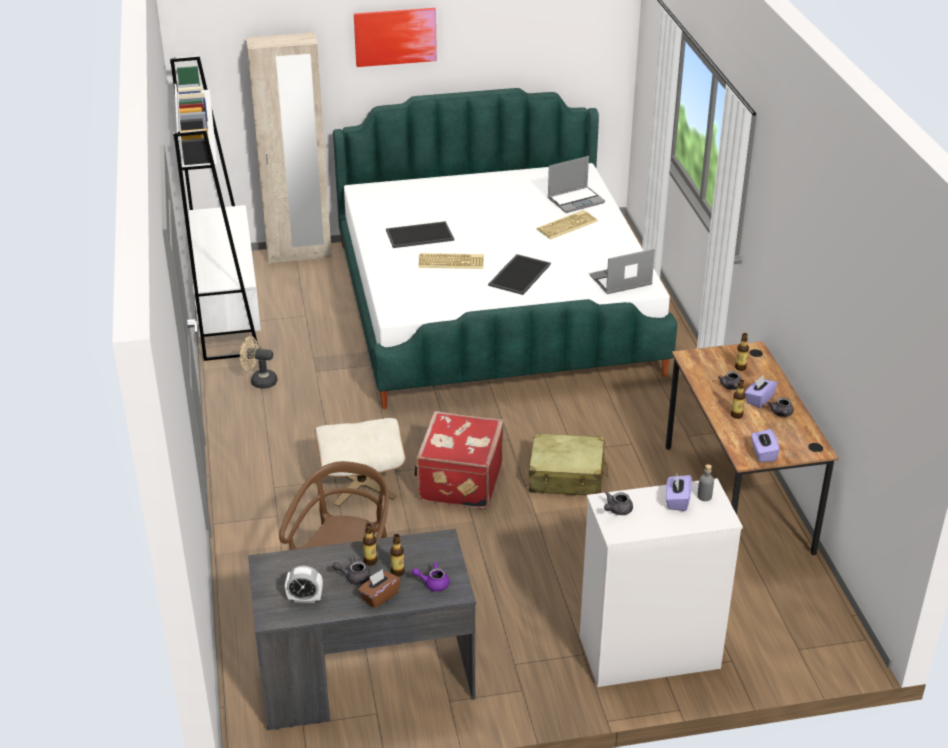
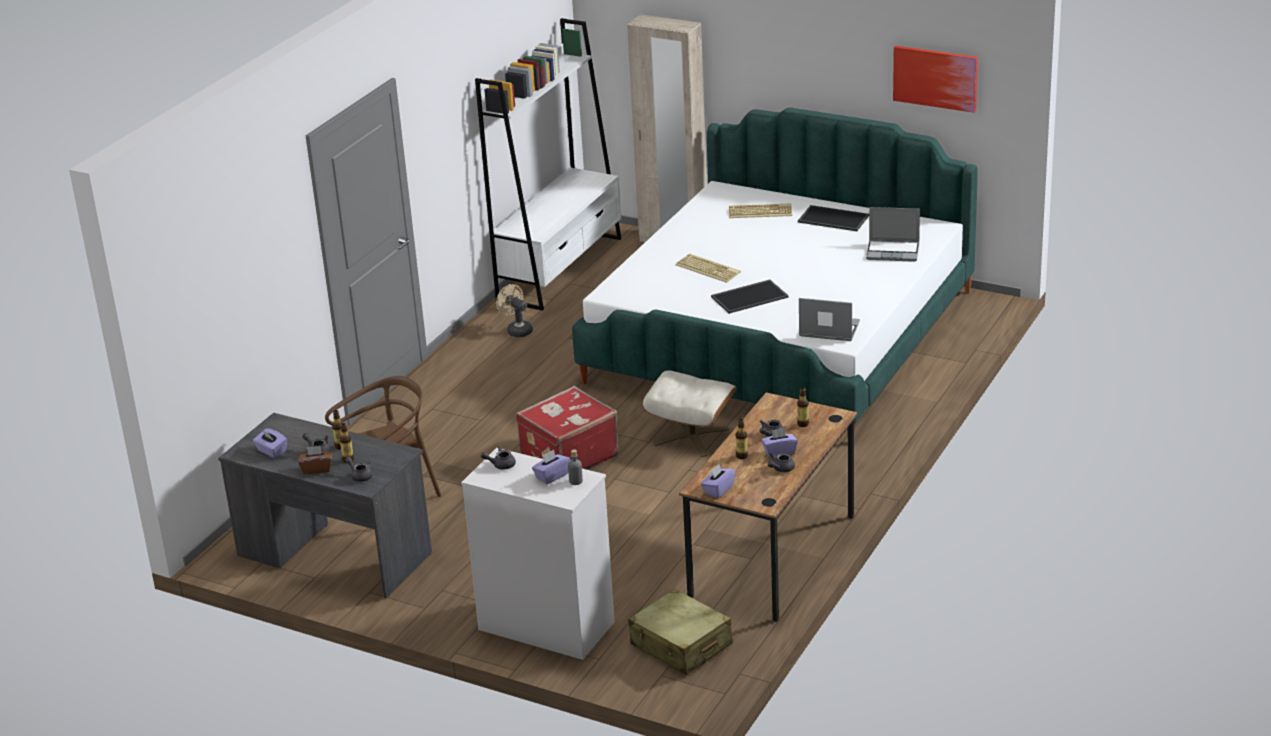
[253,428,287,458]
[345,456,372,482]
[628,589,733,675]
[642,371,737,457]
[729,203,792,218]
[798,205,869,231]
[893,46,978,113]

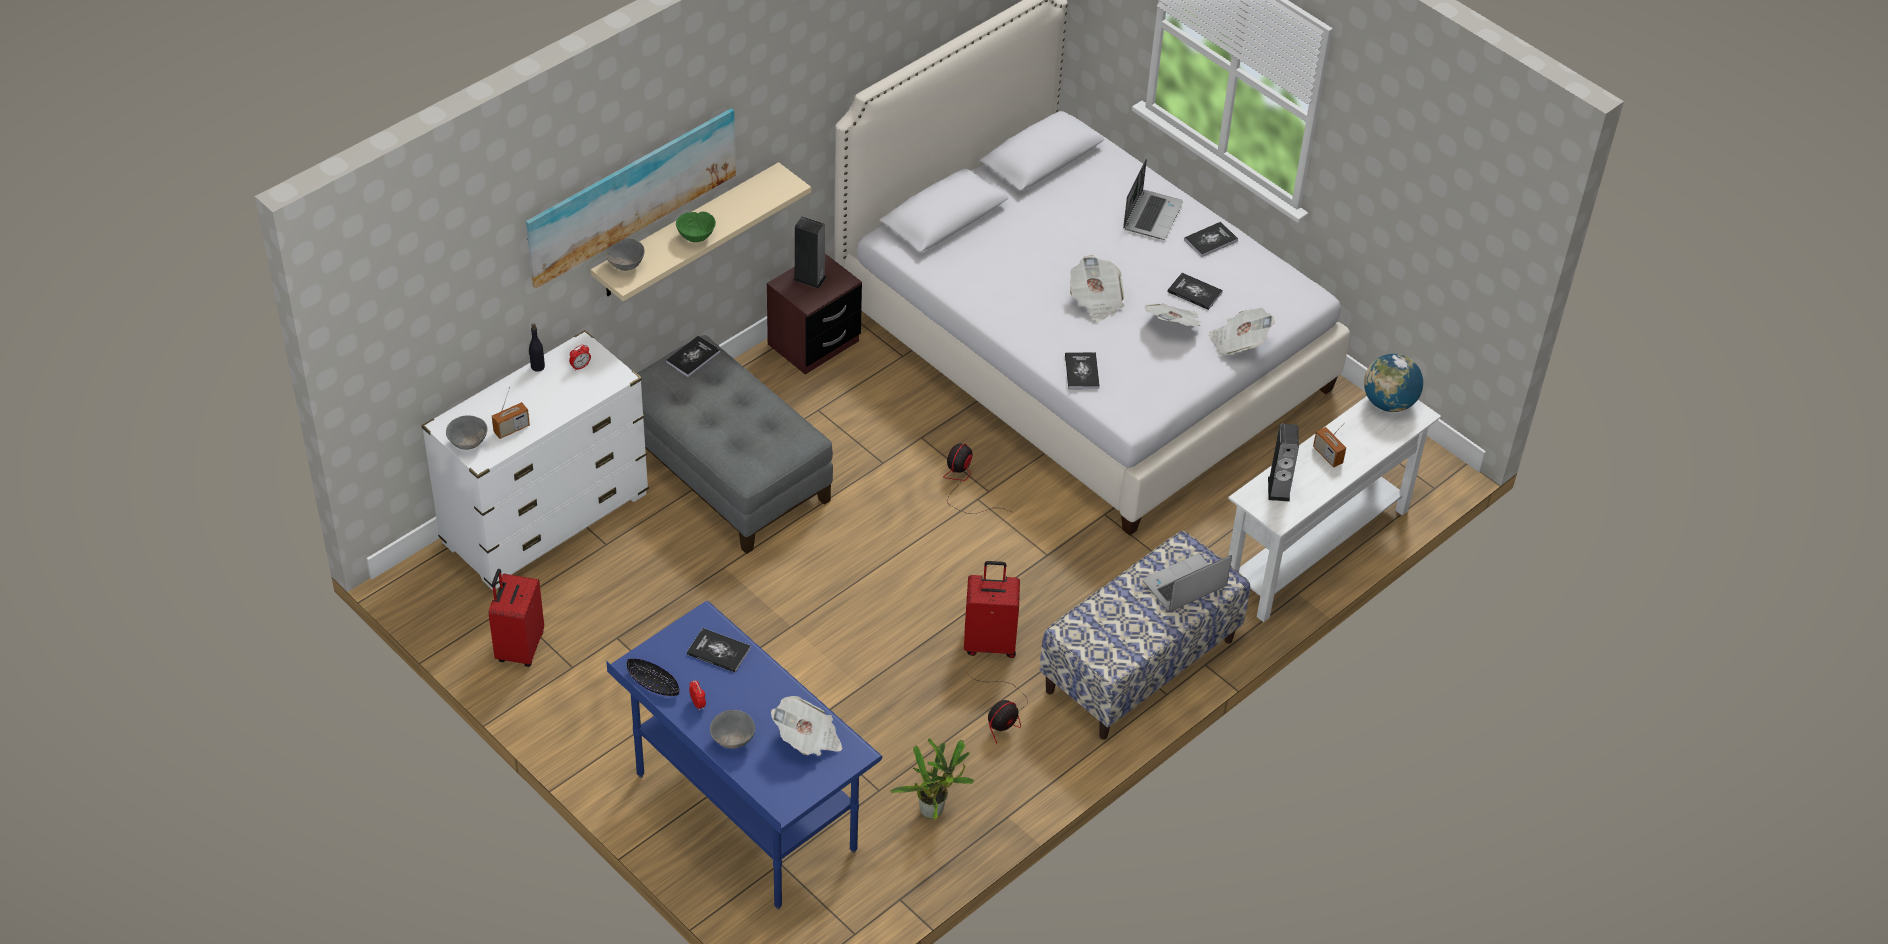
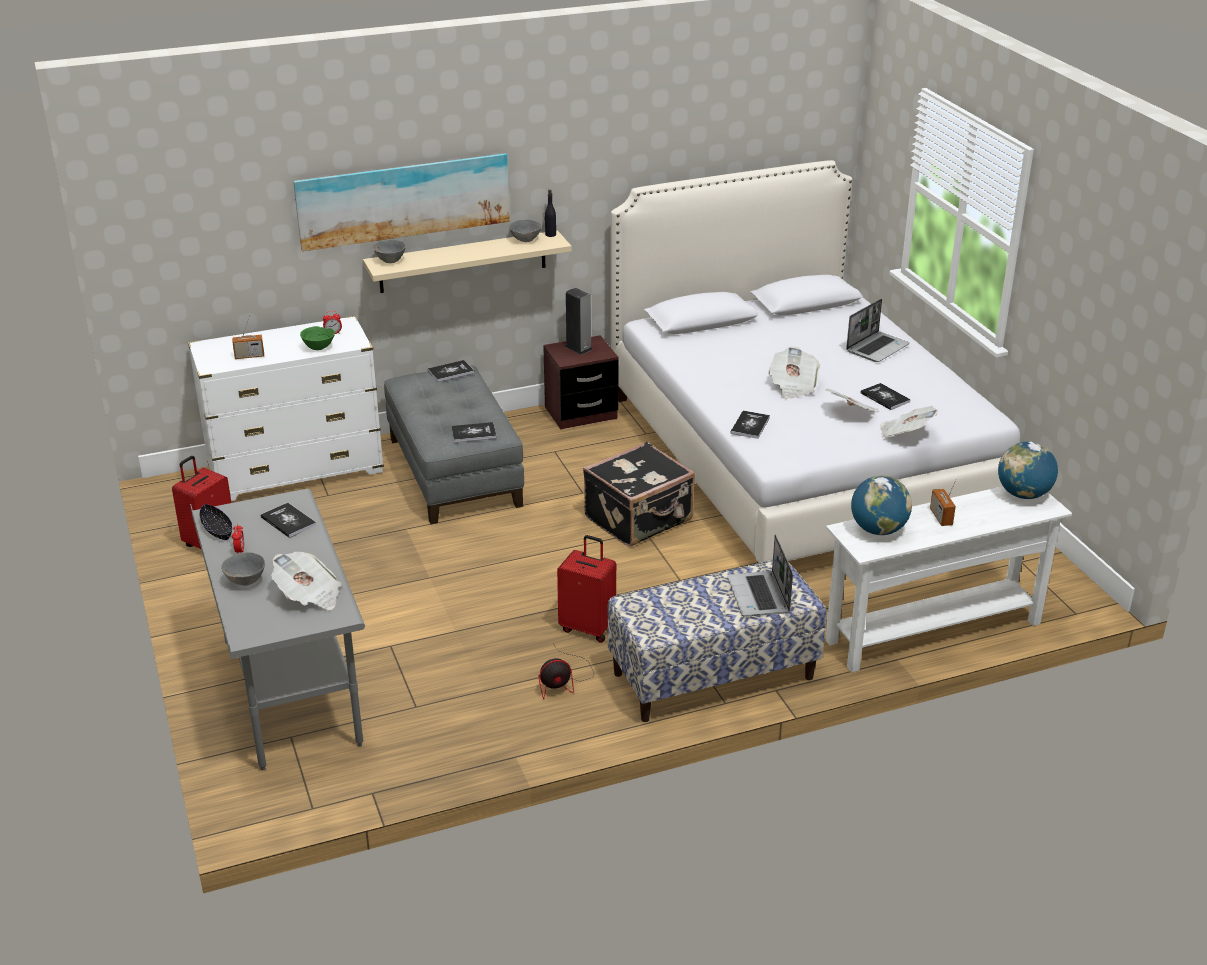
[190,489,365,770]
[300,326,335,350]
[451,422,497,443]
[509,220,542,242]
[544,189,556,237]
[583,442,695,547]
[727,534,793,616]
[851,475,912,535]
[890,738,974,820] (first image)

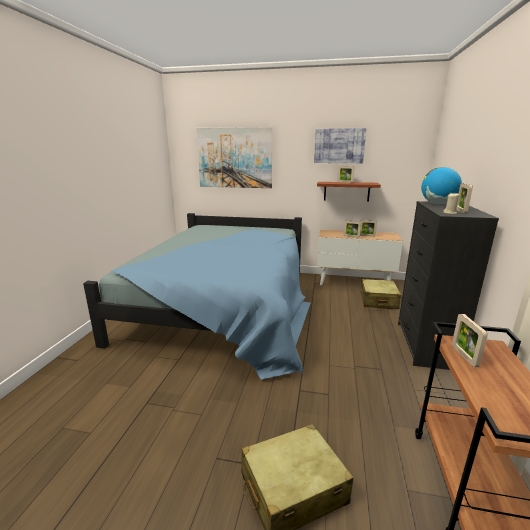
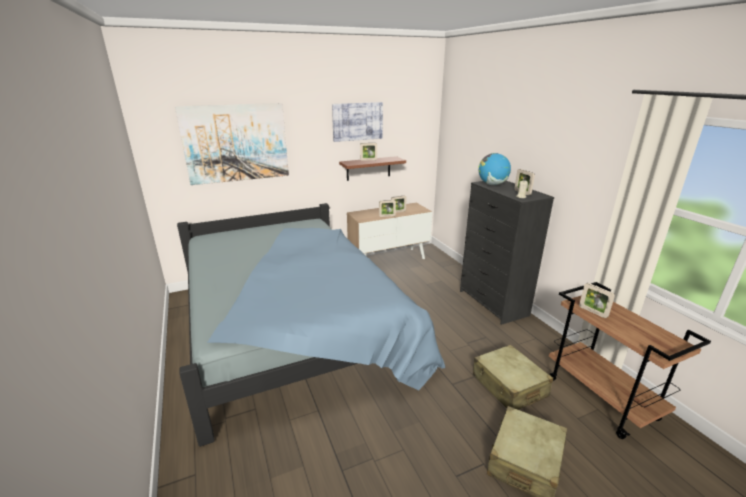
[473,345,553,410]

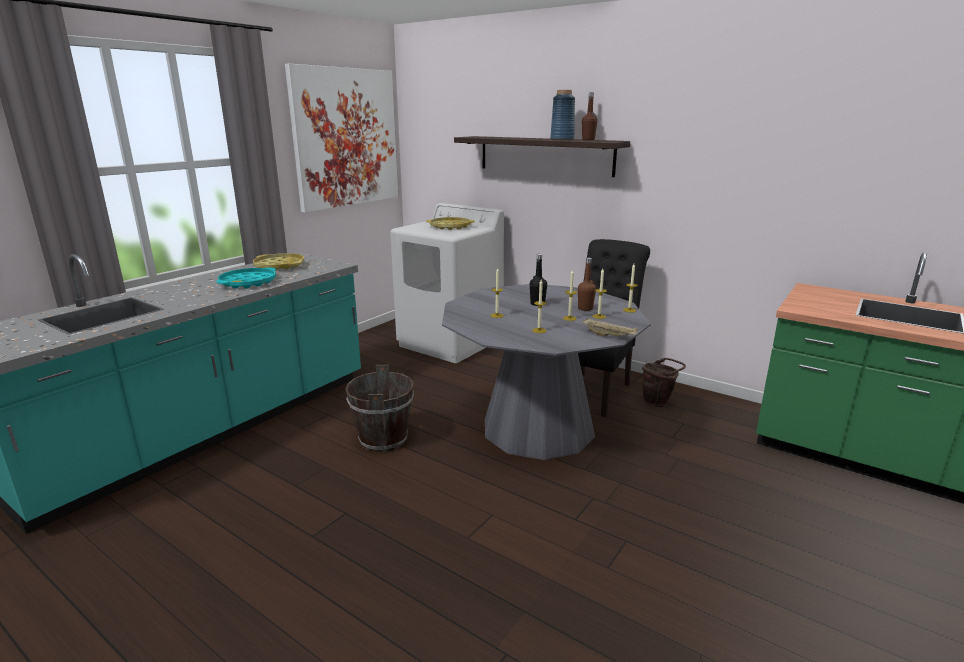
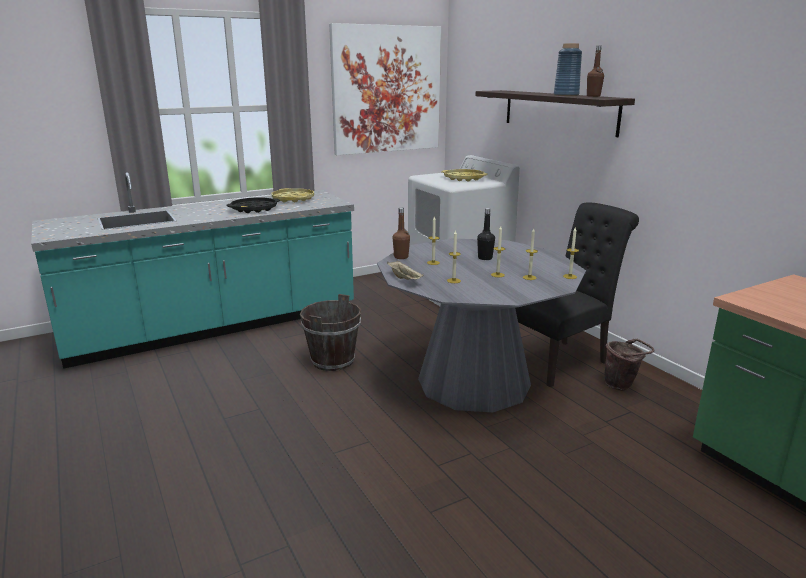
[226,197,280,213]
[387,261,424,280]
[393,207,410,259]

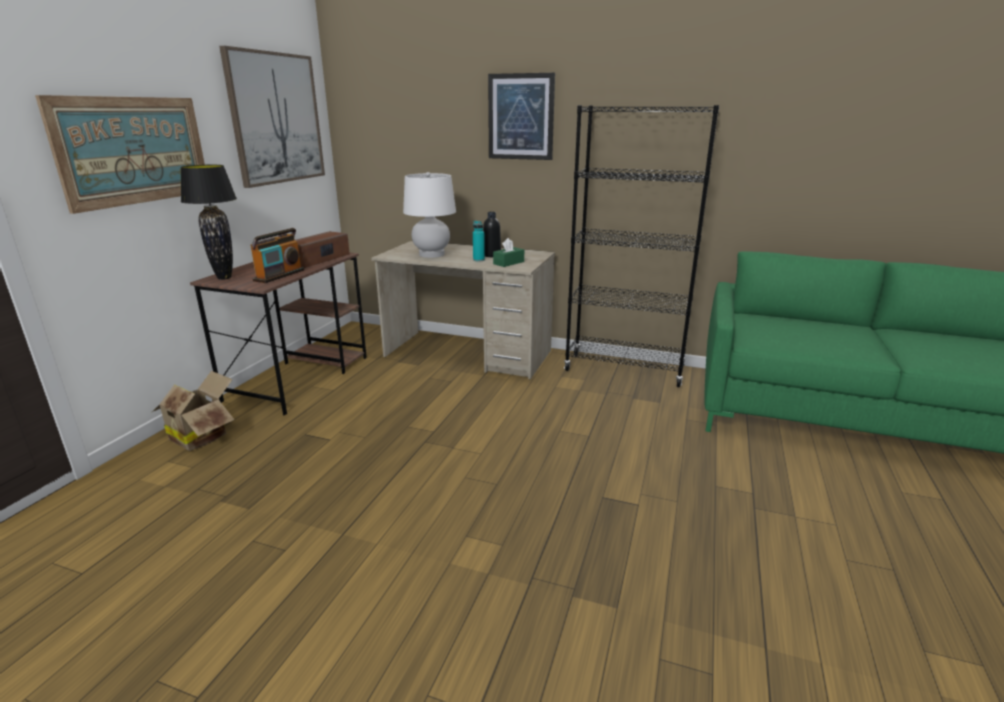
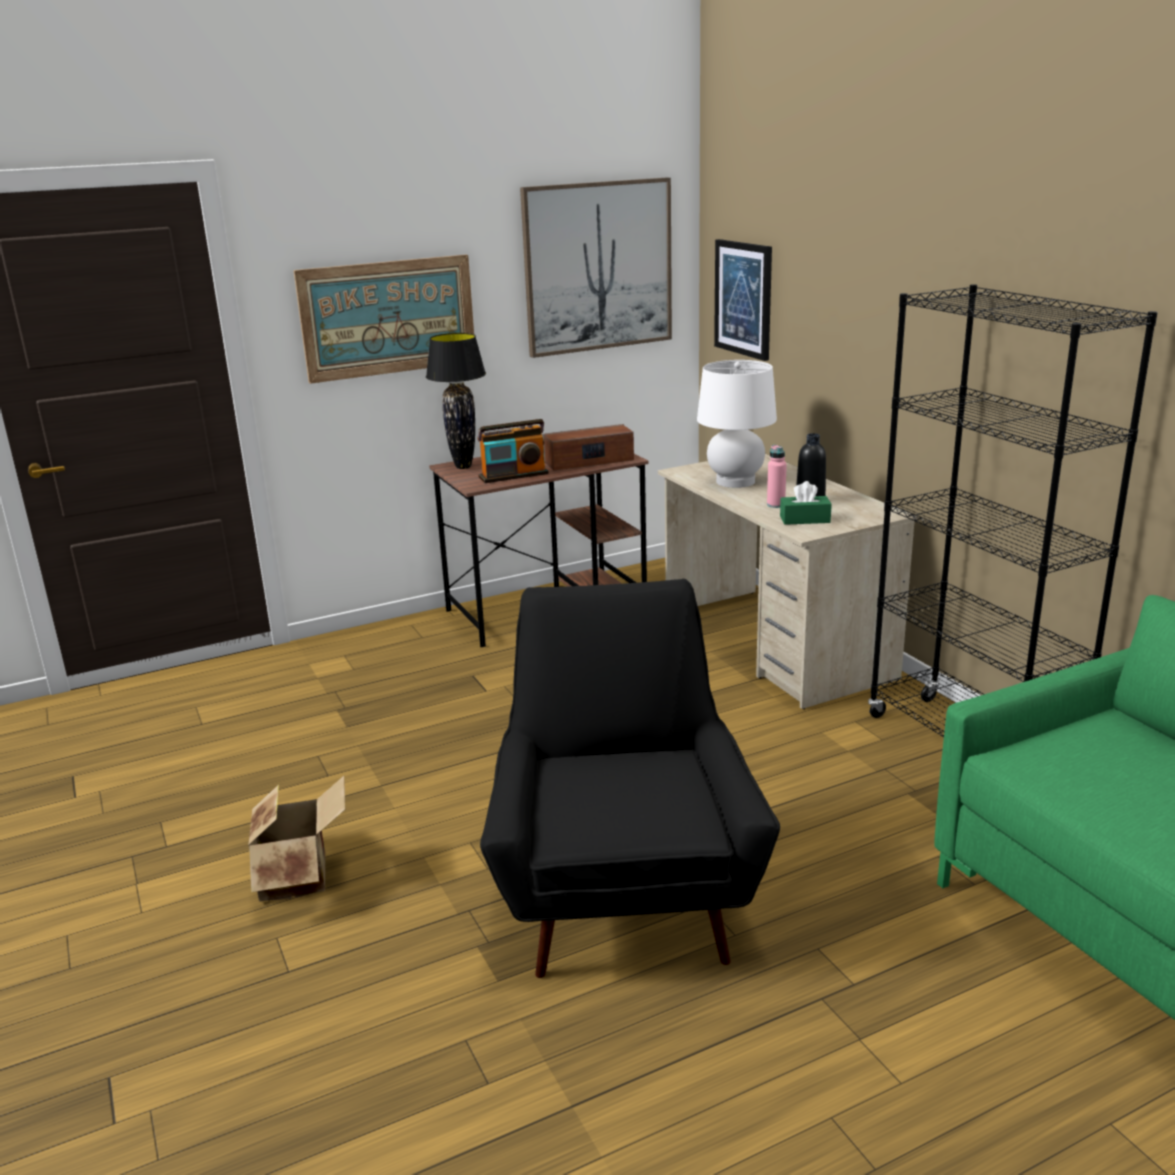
[248,776,345,901]
[480,579,780,978]
[714,239,772,361]
[767,445,787,508]

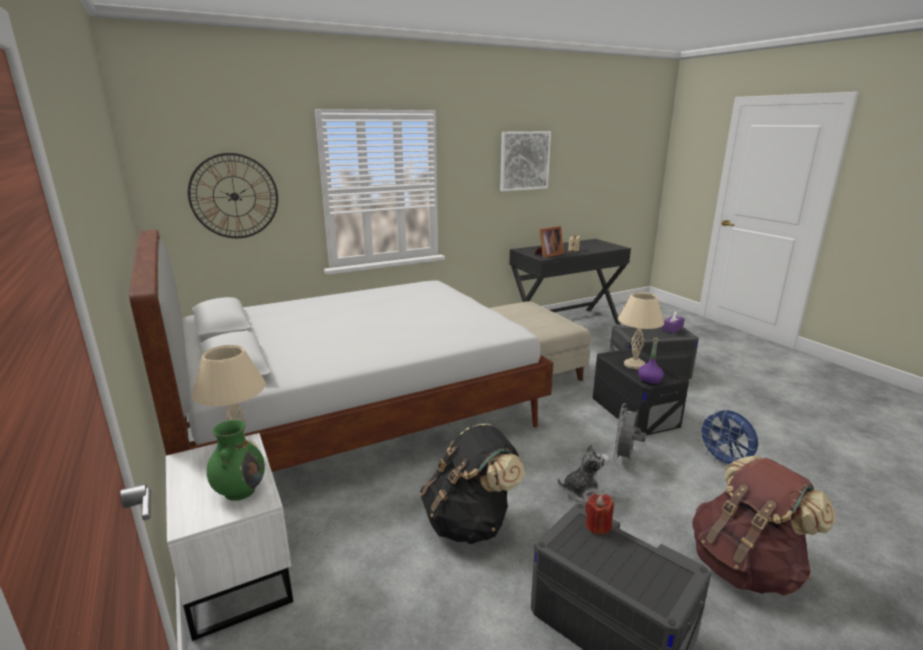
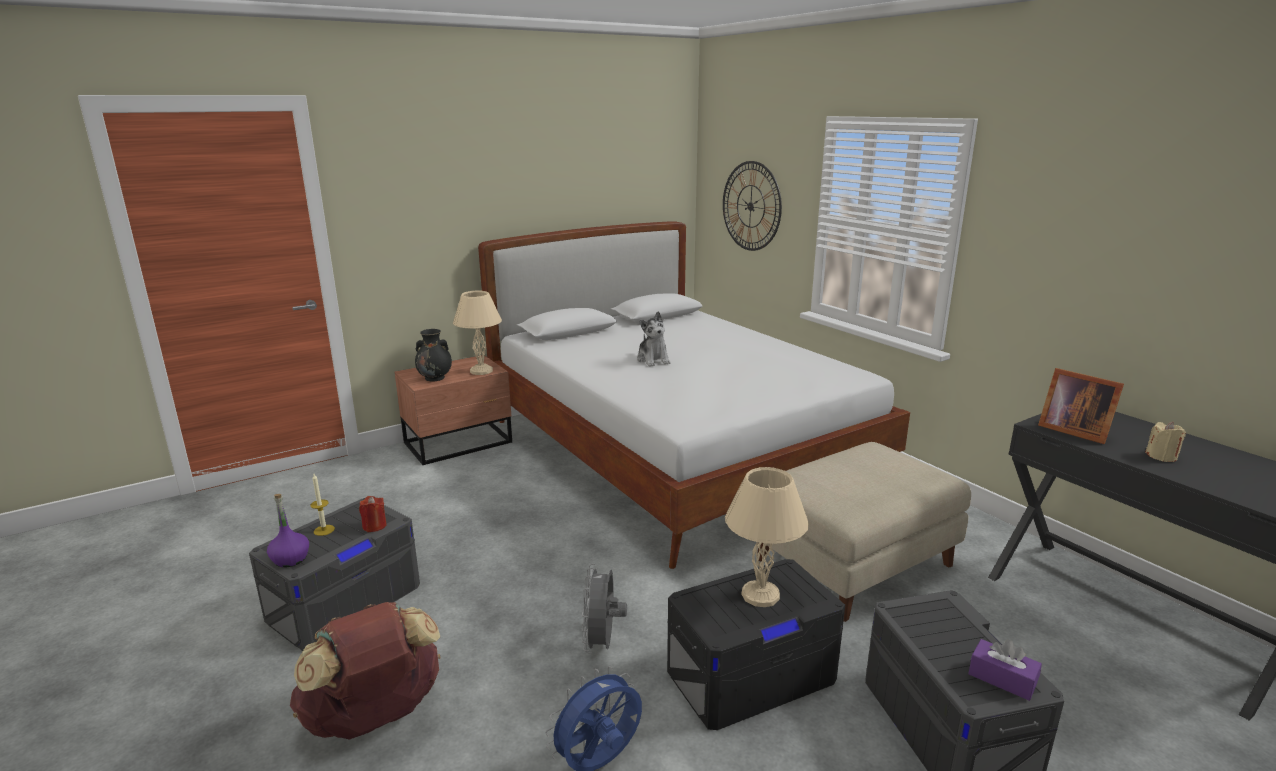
[267,494,309,568]
[310,474,335,536]
[395,355,512,465]
[415,329,452,382]
[582,564,627,654]
[637,311,671,367]
[420,424,525,544] (first image)
[500,131,551,192] (first image)

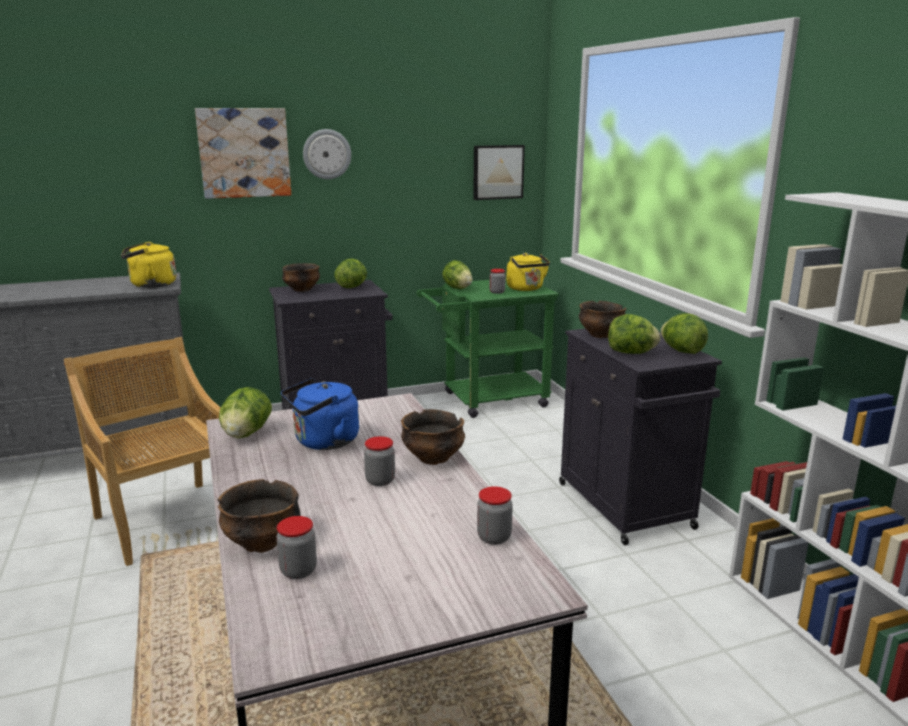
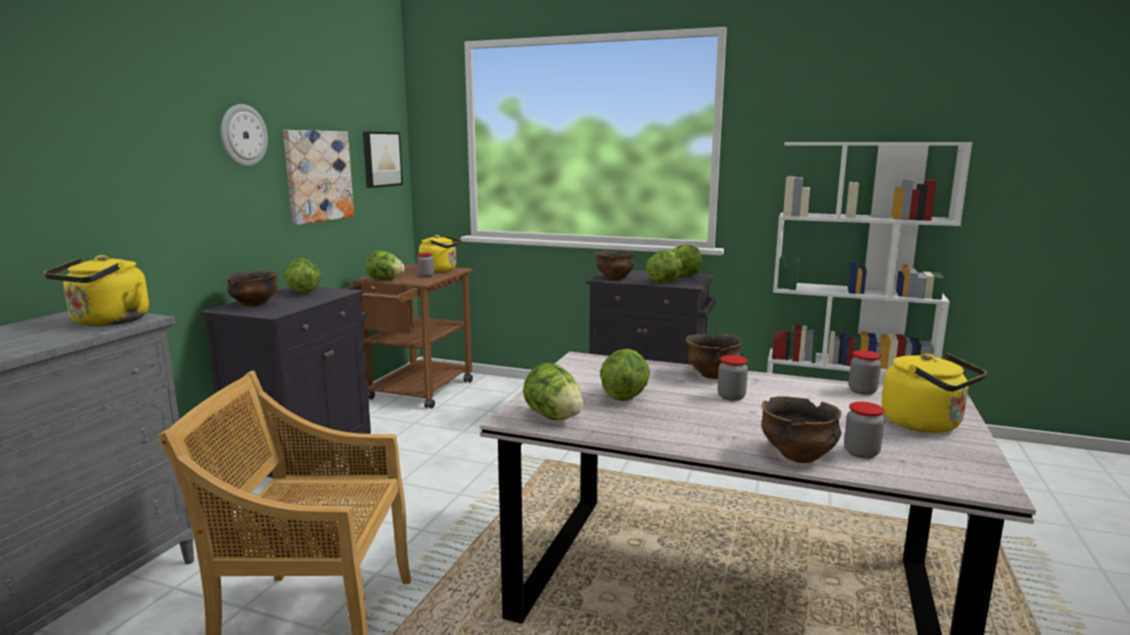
[283,130,354,225]
[343,264,473,409]
[600,349,650,401]
[881,353,987,433]

